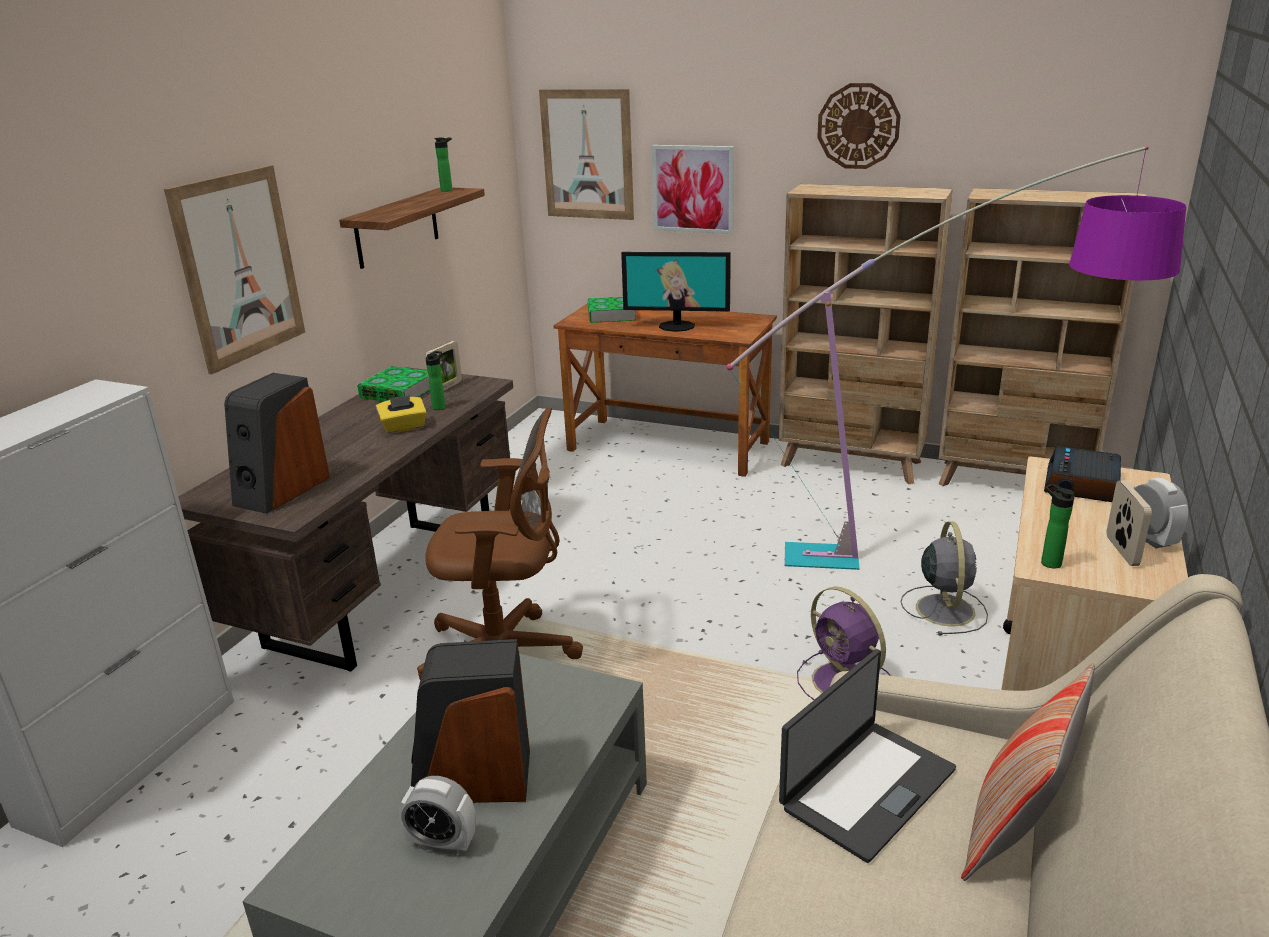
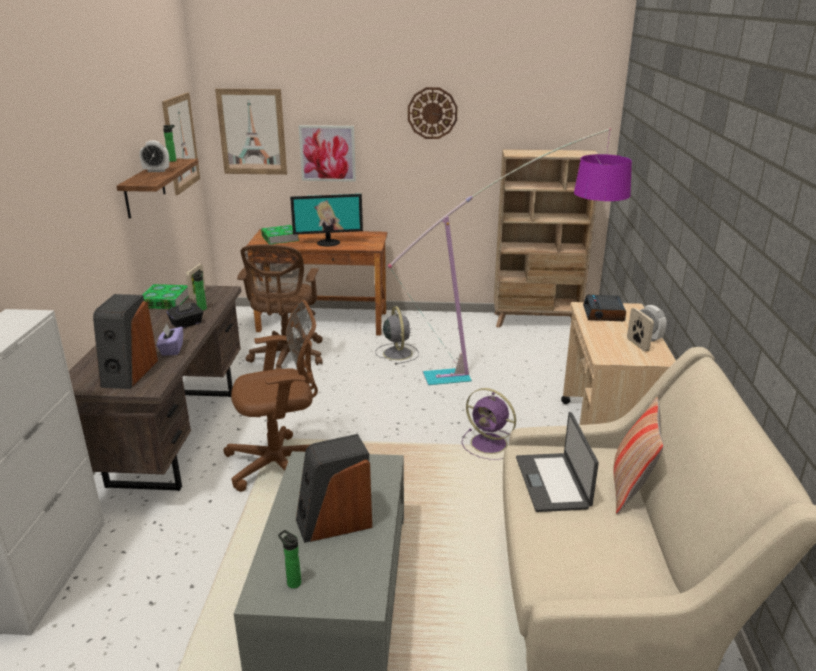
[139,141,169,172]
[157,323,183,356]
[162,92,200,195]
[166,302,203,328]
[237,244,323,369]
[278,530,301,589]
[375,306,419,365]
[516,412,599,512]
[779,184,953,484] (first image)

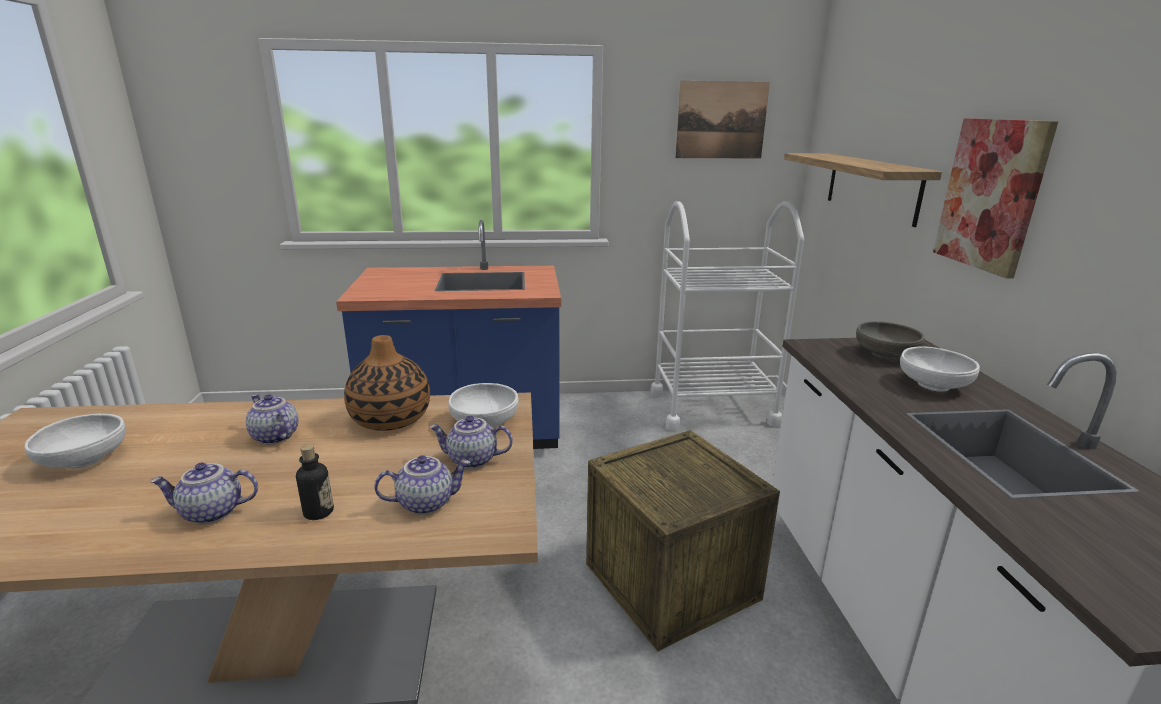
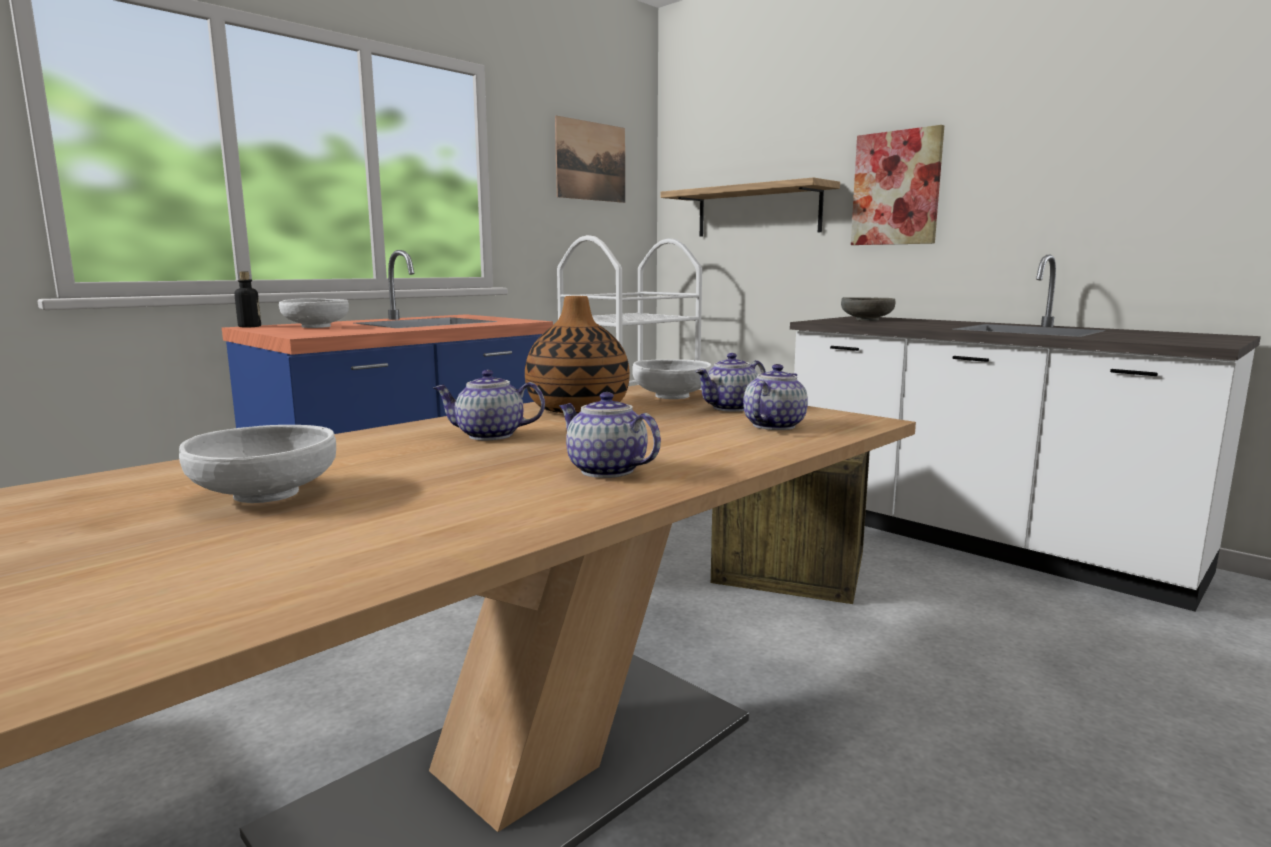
[234,271,261,327]
[279,298,349,328]
[559,392,661,478]

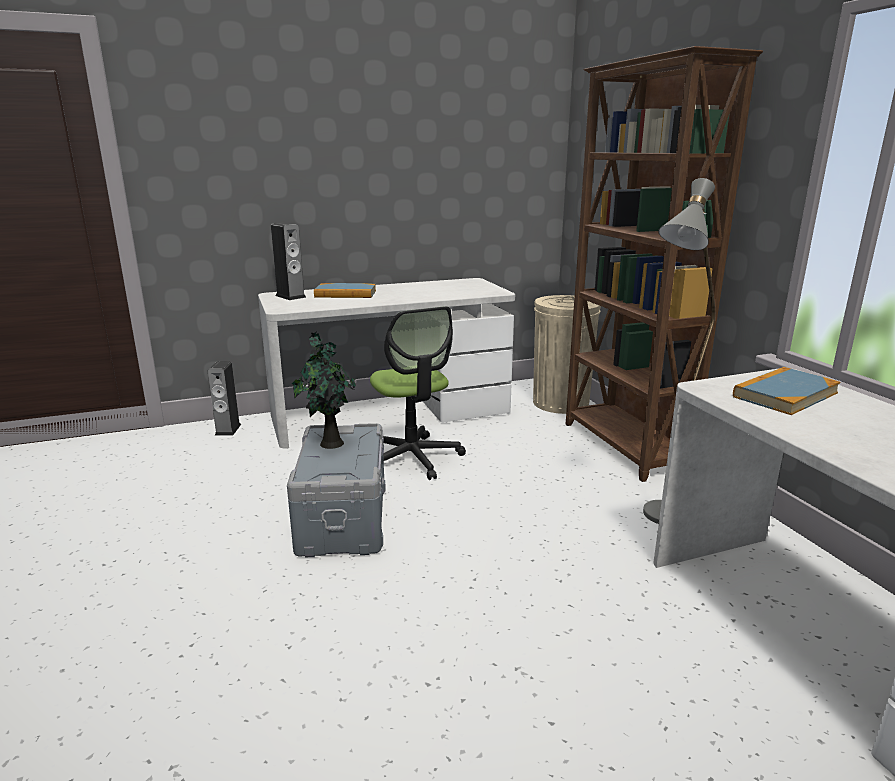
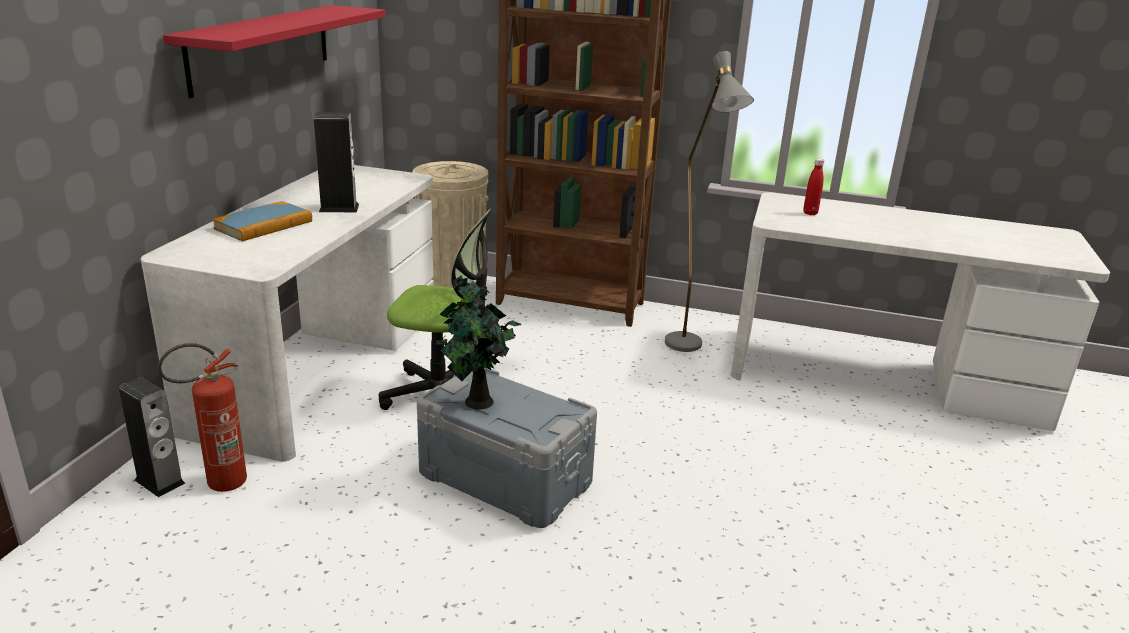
[158,343,247,492]
[163,5,386,98]
[314,112,359,212]
[804,159,824,215]

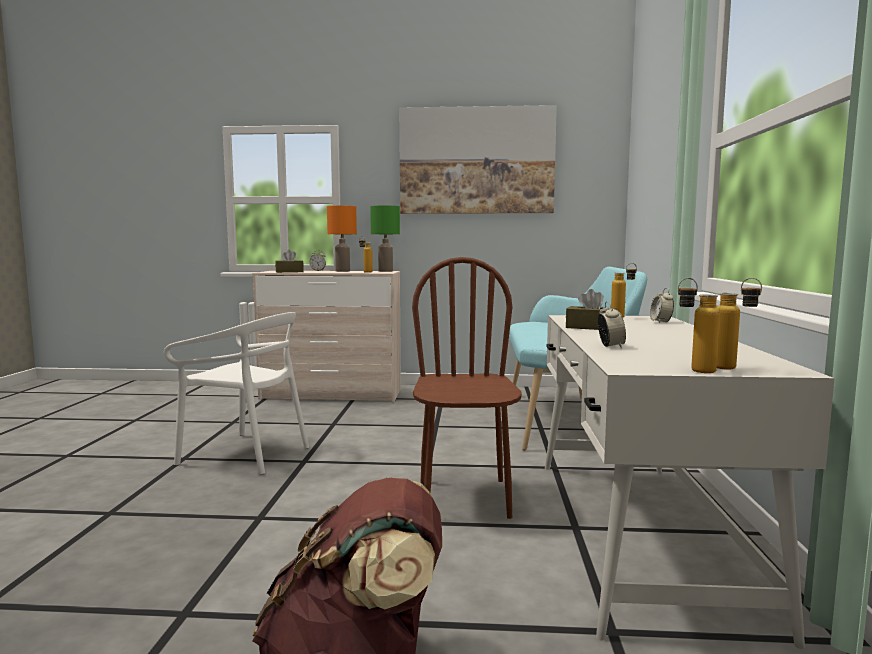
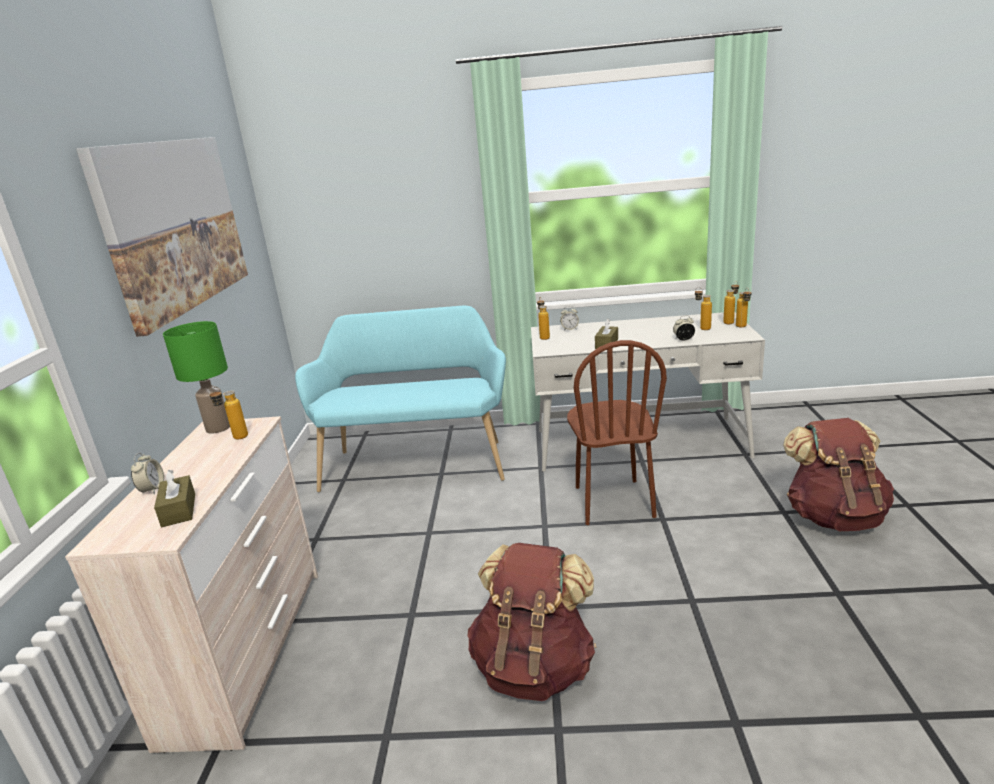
[468,543,596,701]
[567,340,667,525]
[695,287,712,330]
[327,205,357,272] (first image)

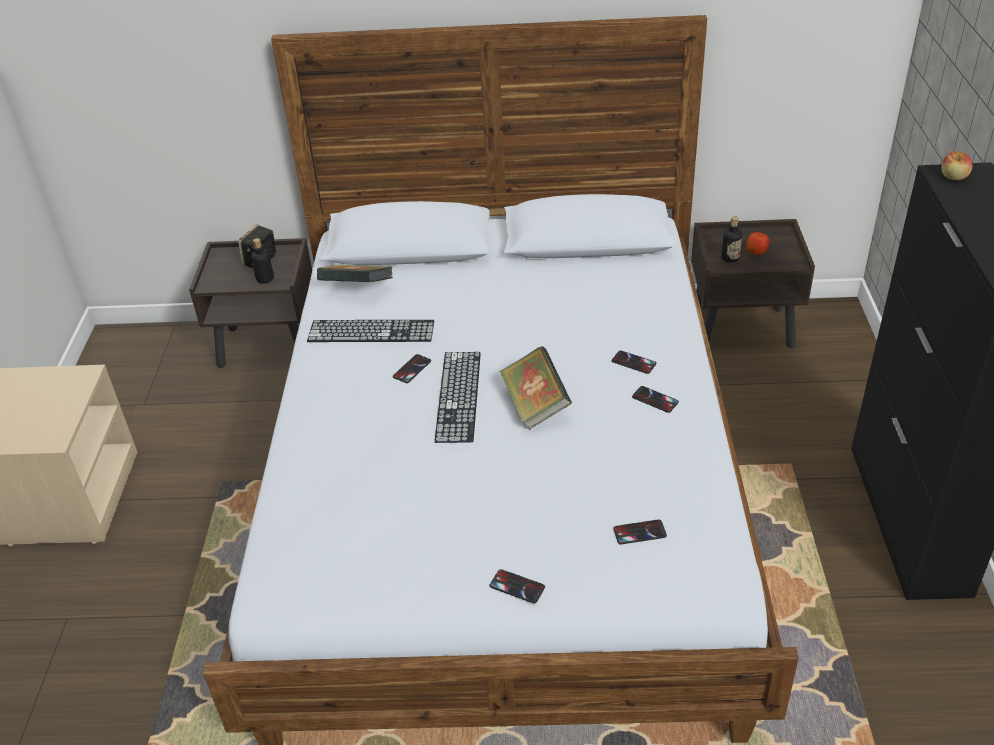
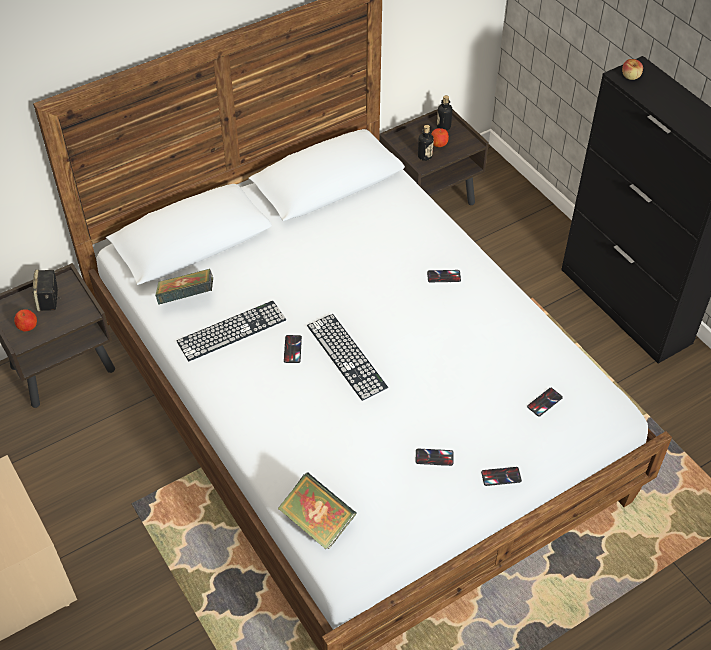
[14,309,37,331]
[278,473,357,549]
[415,449,453,466]
[437,95,452,130]

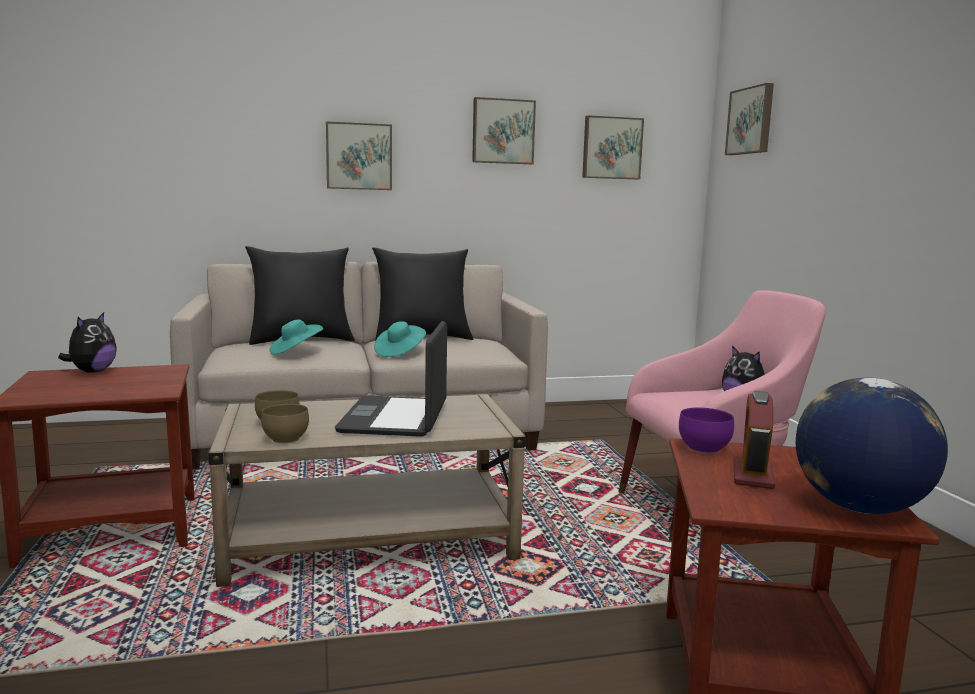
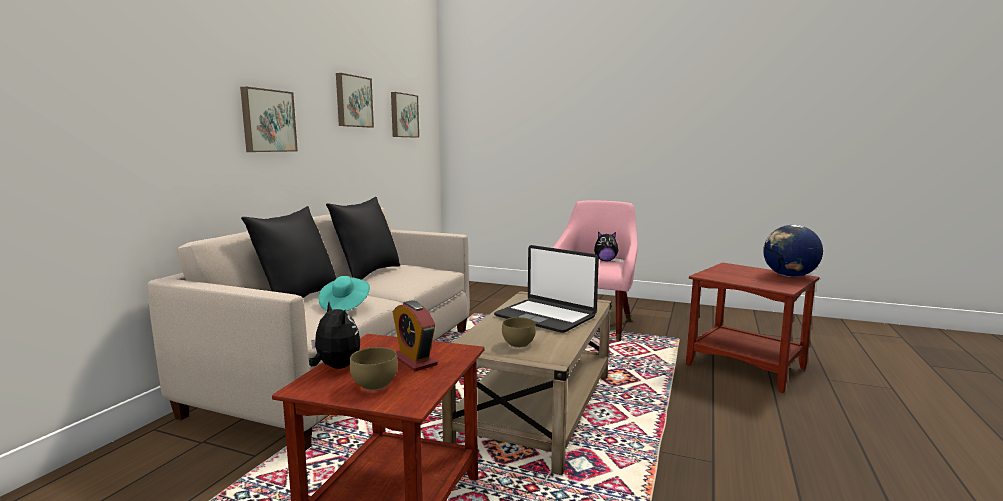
[350,347,398,391]
[393,300,438,371]
[374,321,426,357] (first image)
[679,408,734,454] (first image)
[725,83,774,155] (first image)

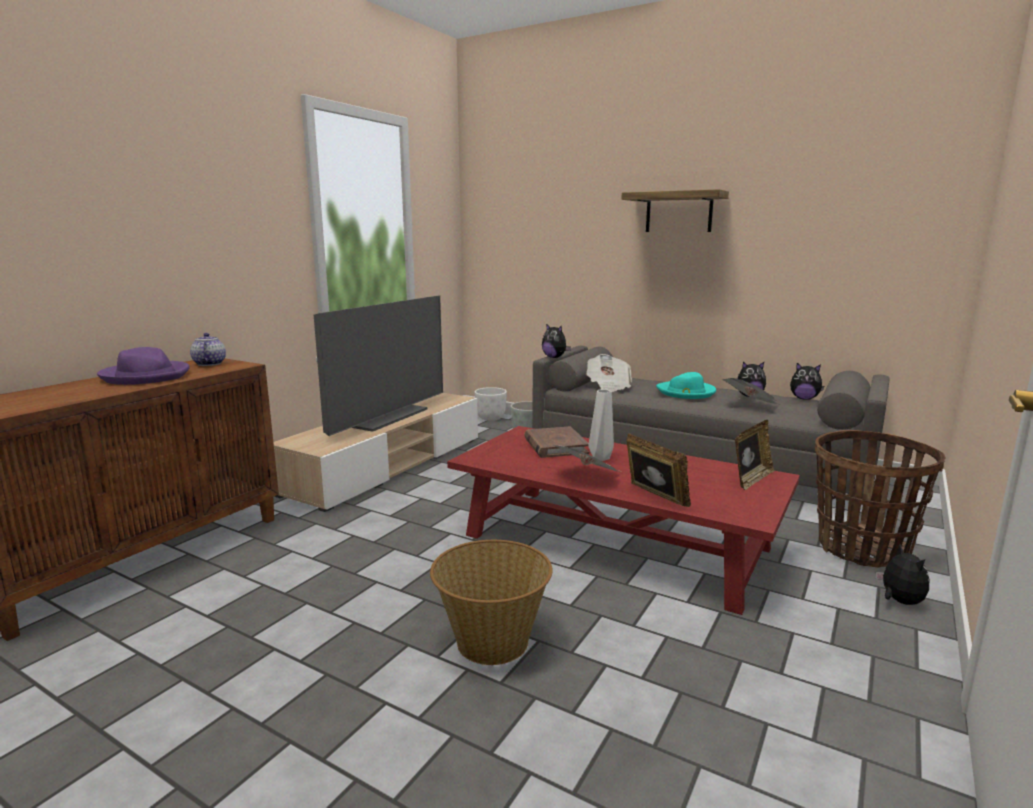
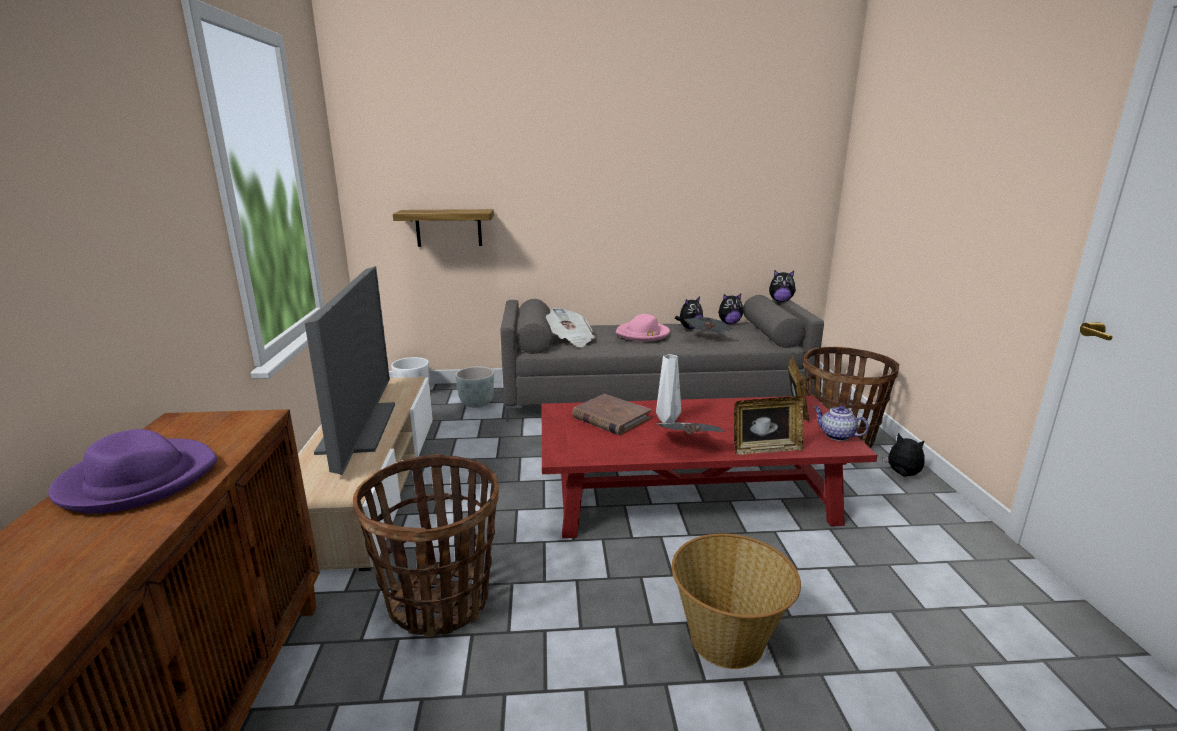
[353,454,499,637]
[393,209,494,247]
[616,314,670,341]
[734,396,804,455]
[769,270,796,302]
[813,406,869,441]

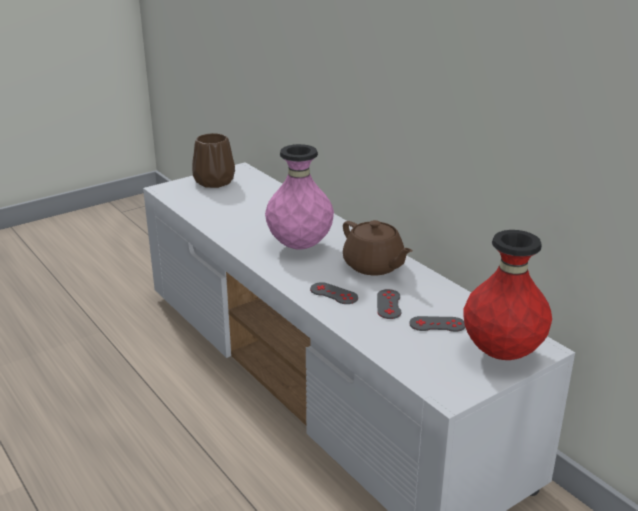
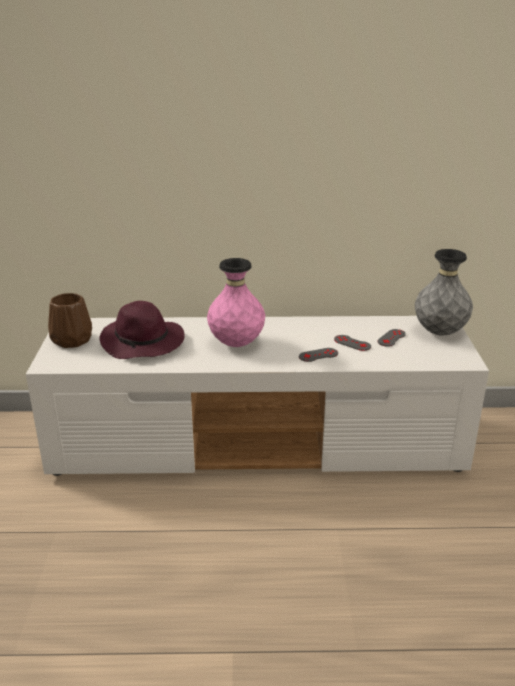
[99,301,184,359]
[415,249,473,336]
[343,220,413,275] (first image)

